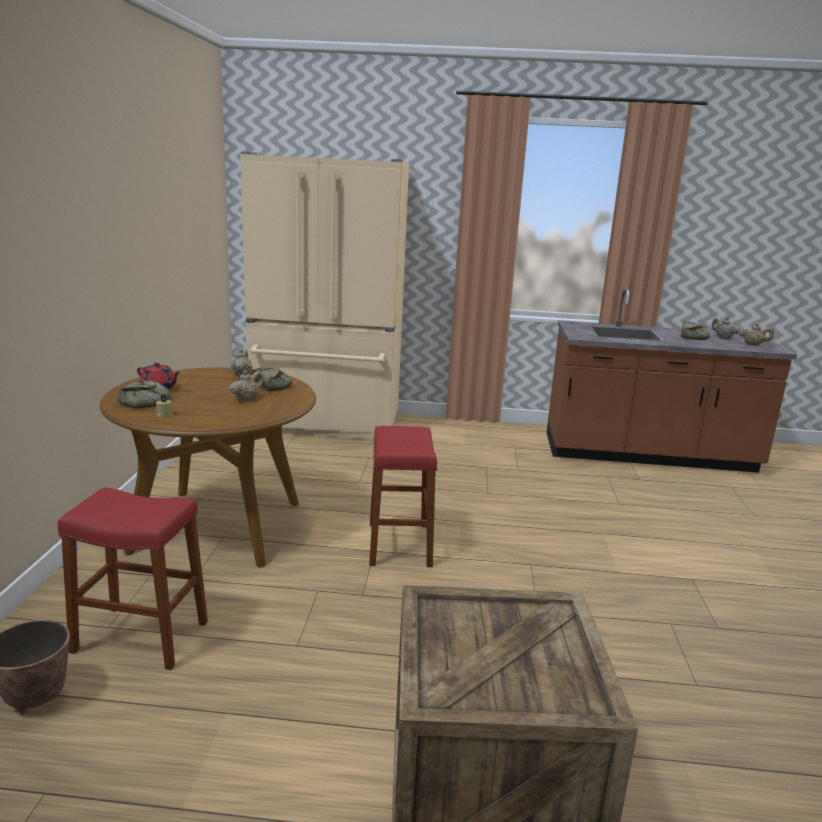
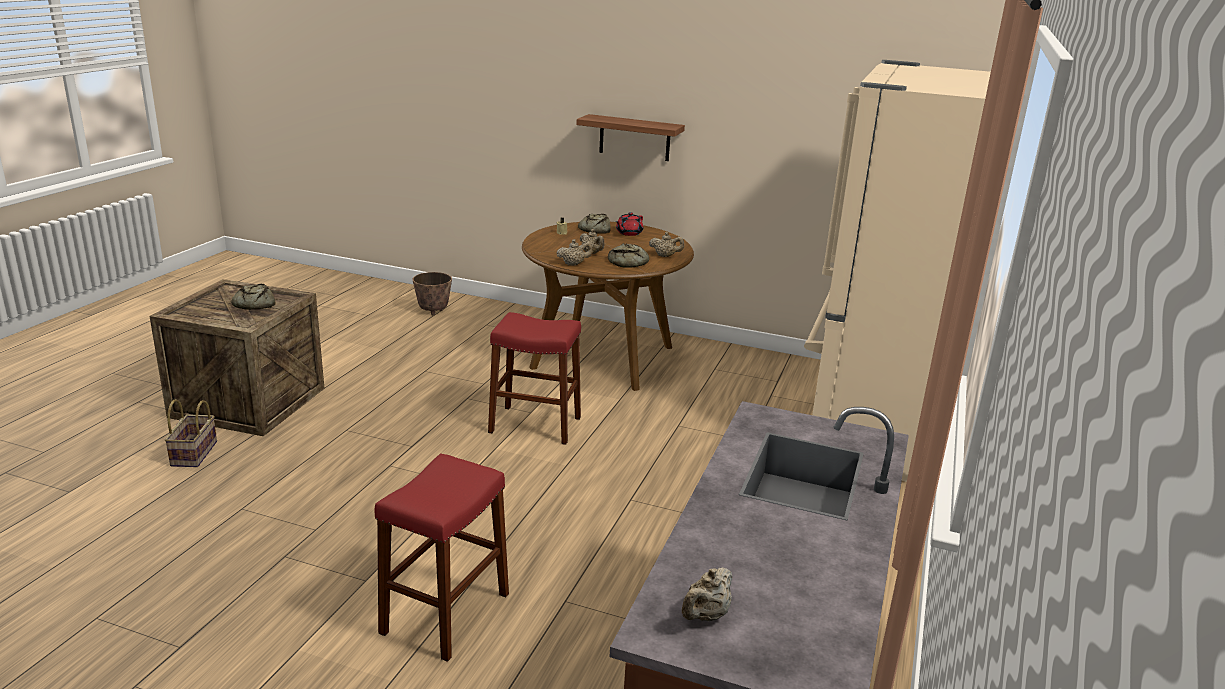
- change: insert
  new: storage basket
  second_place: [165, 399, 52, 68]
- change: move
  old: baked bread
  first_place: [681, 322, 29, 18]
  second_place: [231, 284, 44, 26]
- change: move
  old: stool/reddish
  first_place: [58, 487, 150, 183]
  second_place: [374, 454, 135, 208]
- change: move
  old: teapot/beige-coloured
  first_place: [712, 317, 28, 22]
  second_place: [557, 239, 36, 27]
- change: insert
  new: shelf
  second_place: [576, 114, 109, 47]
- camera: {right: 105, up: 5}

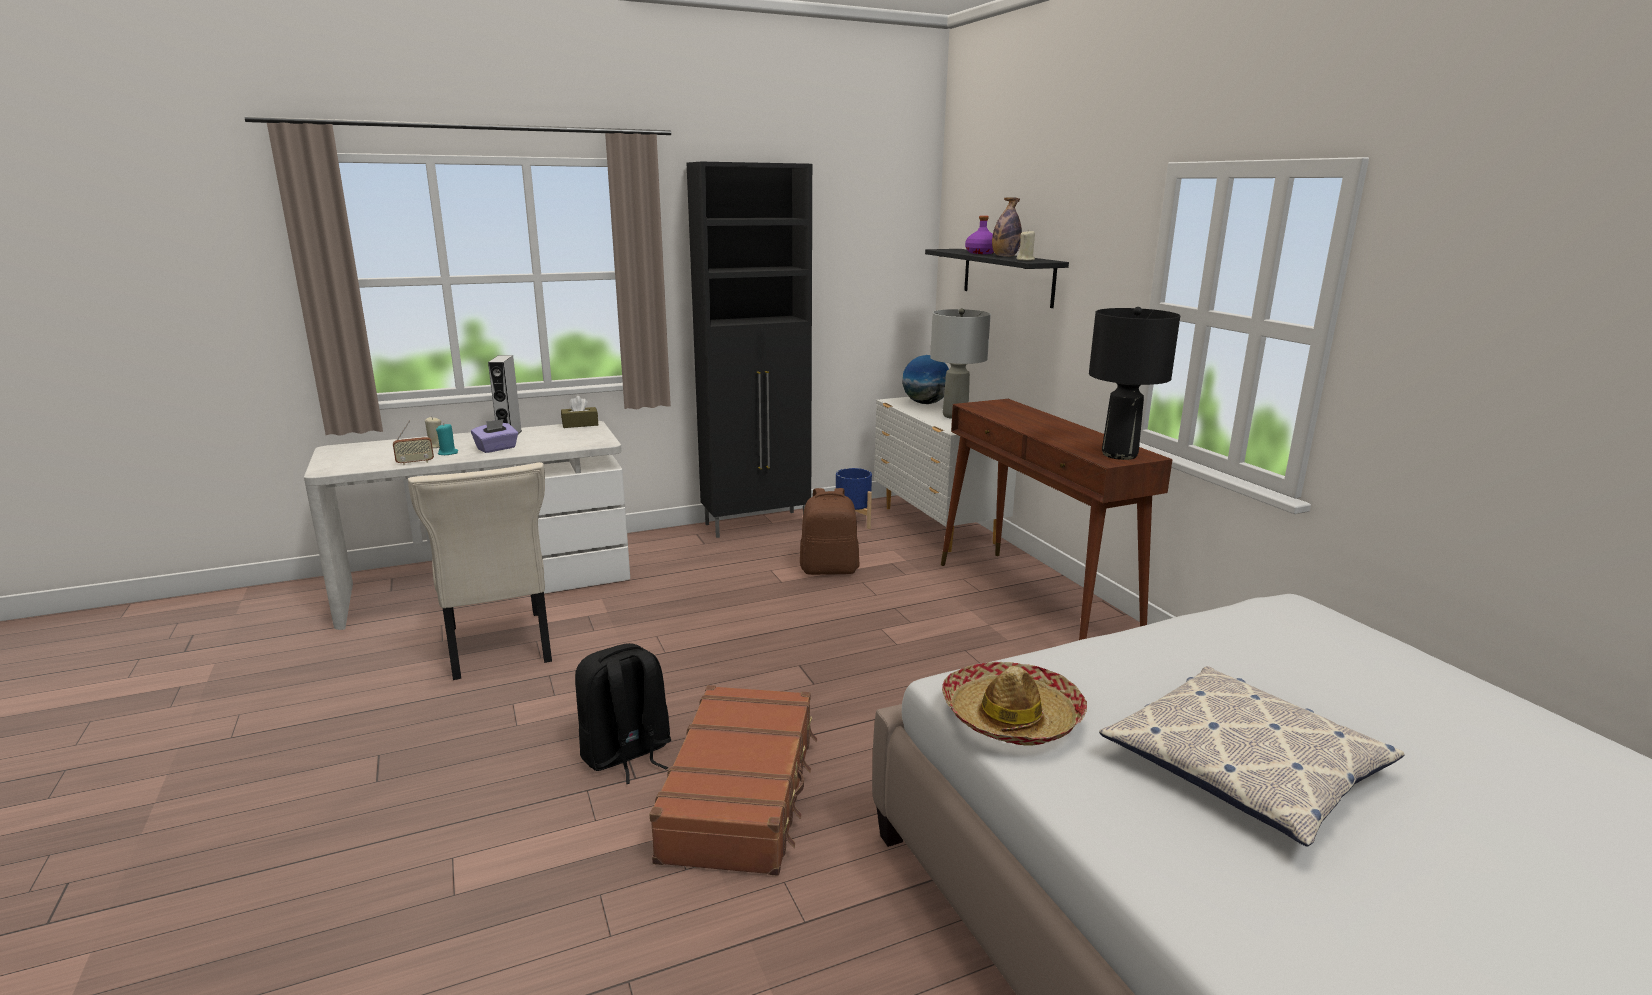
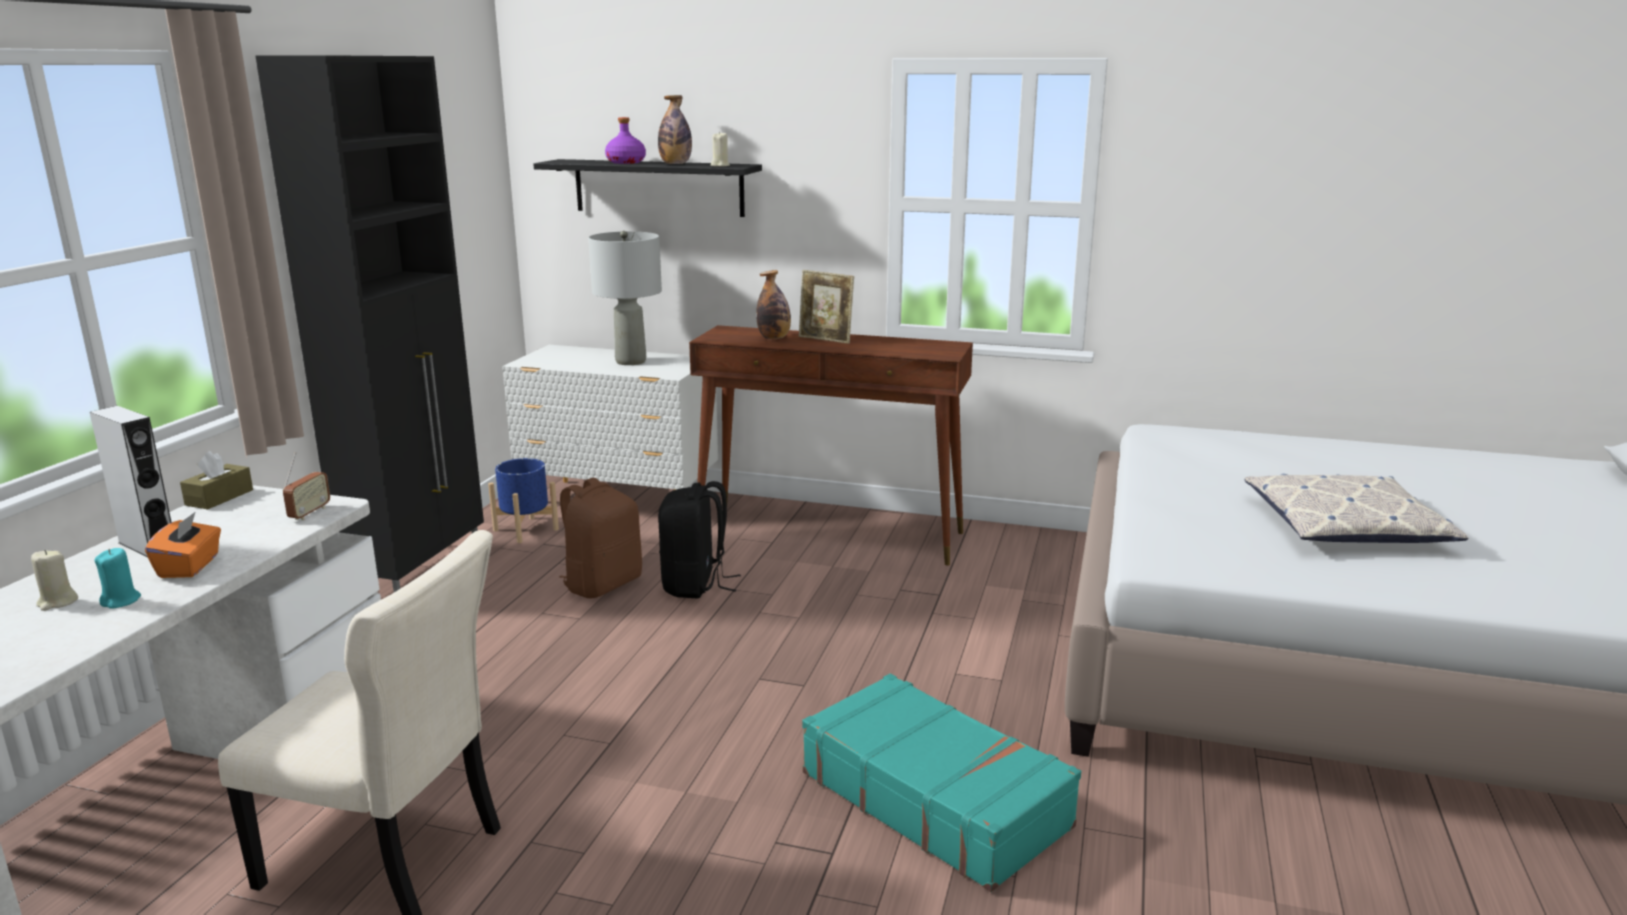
- change: recolor
  old: tissue box/purple
  new: tissue box/orange-coloured
  first_place: [471, 419, 47, 34]
  second_place: [145, 512, 76, 66]
- change: move
  old: radio set
  first_place: [393, 420, 41, 45]
  second_place: [283, 452, 47, 68]
- change: move
  old: rucksack/black
  first_place: [575, 643, 96, 141]
  second_place: [658, 481, 83, 117]
- change: insert
  new: bottle
  second_place: [756, 270, 35, 69]
- change: insert
  new: standing frame
  second_place: [799, 270, 55, 74]
- change: recolor
  old: suitcase/brown-coloured
  new: suitcase/turquoise-coloured
  first_place: [649, 685, 168, 191]
  second_place: [802, 674, 279, 218]
- change: delete
  old: globe
  first_place: [902, 355, 47, 49]
- change: delete
  old: wearable hat
  first_place: [942, 662, 145, 84]
- change: delete
  old: tabletop lamp/black
  first_place: [1089, 307, 91, 153]
- camera: {right: -50, up: 0}

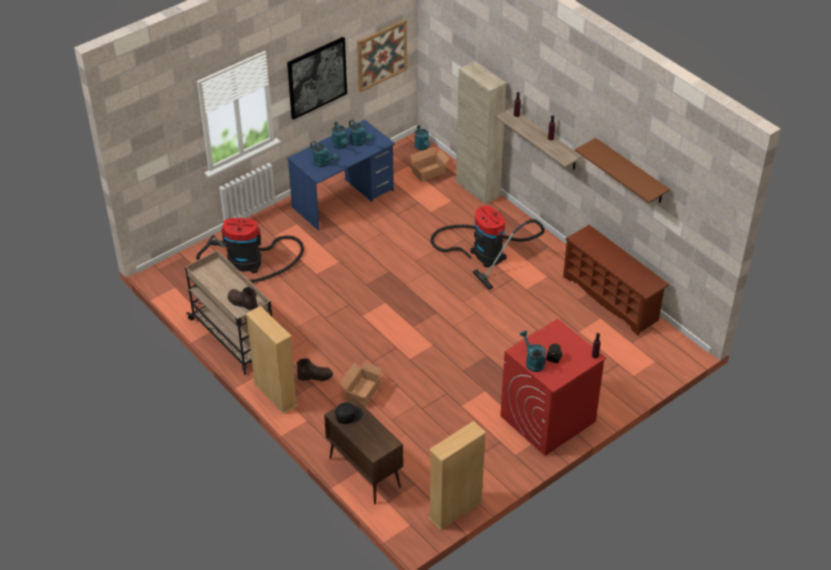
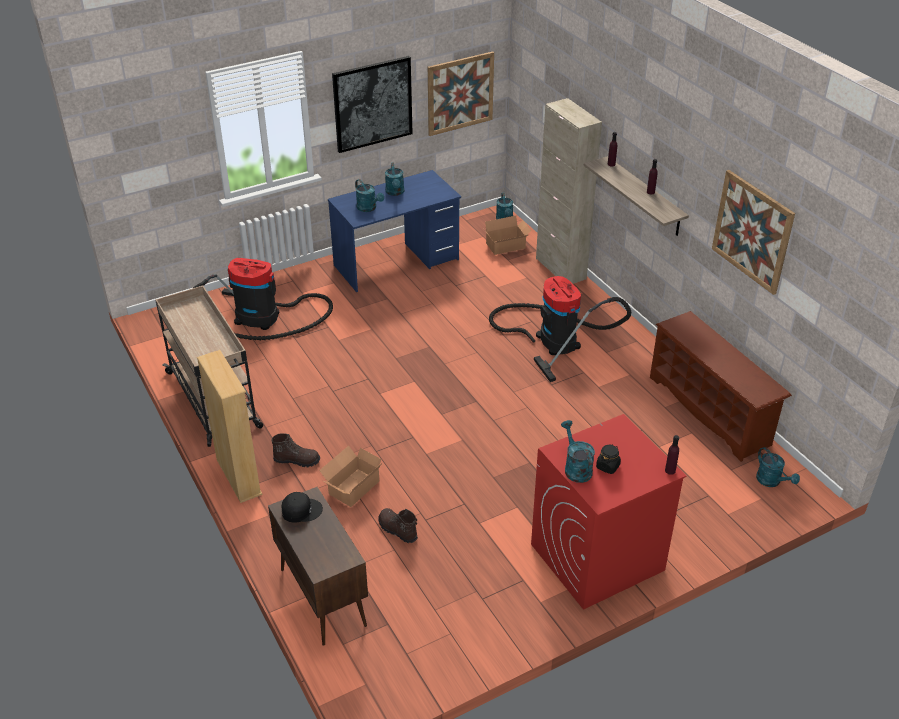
- change: move
  old: boot/brown-coloured
  first_place: [228, 287, 30, 23]
  second_place: [378, 508, 40, 35]
- change: replace
  old: shelf/brown-coloured
  new: wall art
  first_place: [575, 138, 95, 65]
  second_place: [712, 170, 83, 125]
- change: move
  old: watering pot/turquoise-coloured
  first_place: [349, 120, 24, 26]
  second_place: [756, 447, 44, 40]
- change: delete
  old: bookcase/beige-coloured
  first_place: [428, 421, 58, 109]
- camera: {right: 10, up: -5}

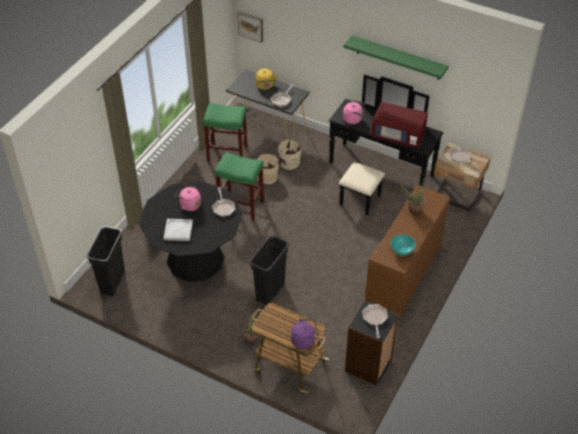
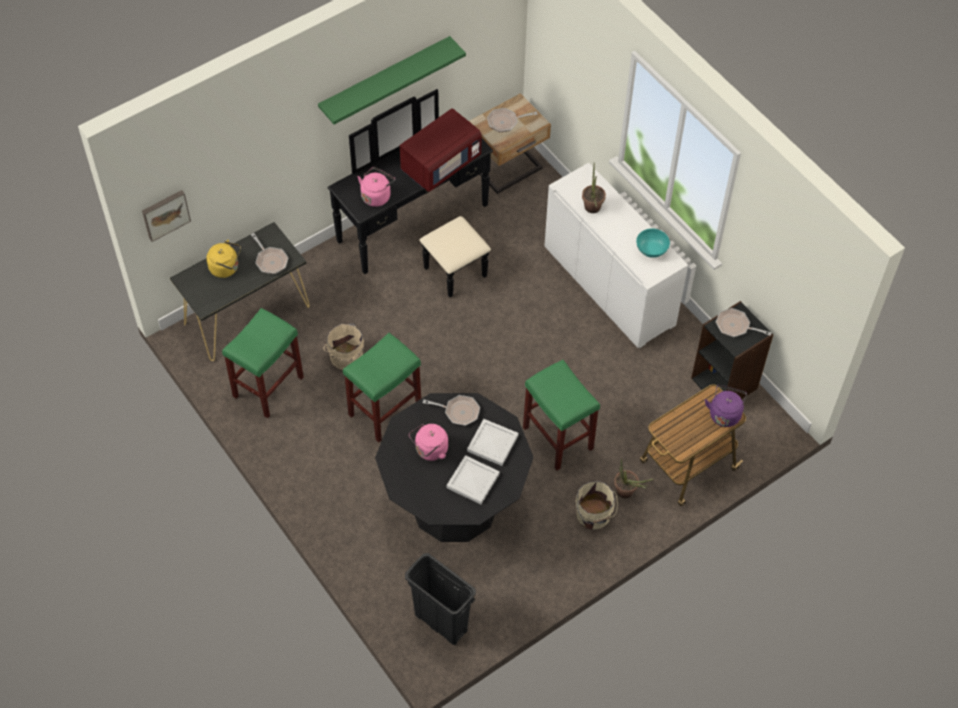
- change: insert
  new: carrying tray/white
  second_place: [467, 419, 52, 47]
- change: replace
  old: trash can/black
  new: stool/green-coloured
  first_place: [249, 235, 41, 70]
  second_place: [523, 360, 77, 110]
- change: recolor
  old: storage cabinet/brown-coloured
  new: storage cabinet/white
  first_place: [365, 185, 85, 136]
  second_place: [544, 163, 144, 185]
- change: move
  old: water bucket/beige-coloured
  first_place: [276, 139, 25, 31]
  second_place: [575, 481, 43, 49]
- camera: {right: -65, up: 10}

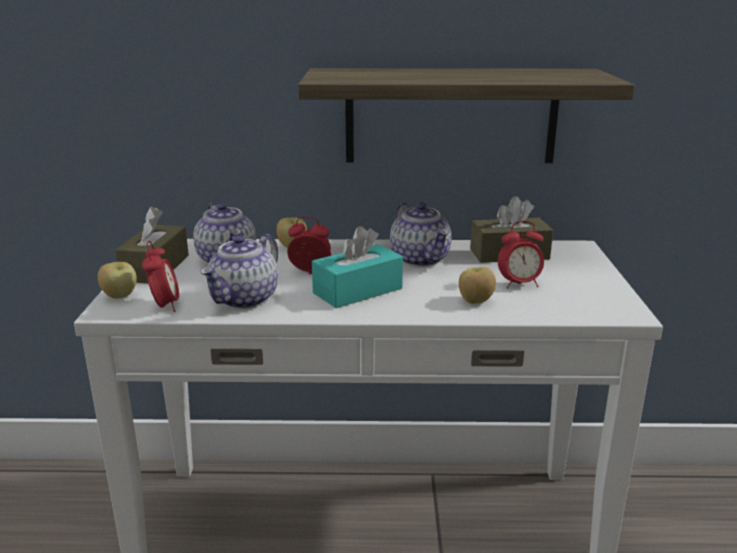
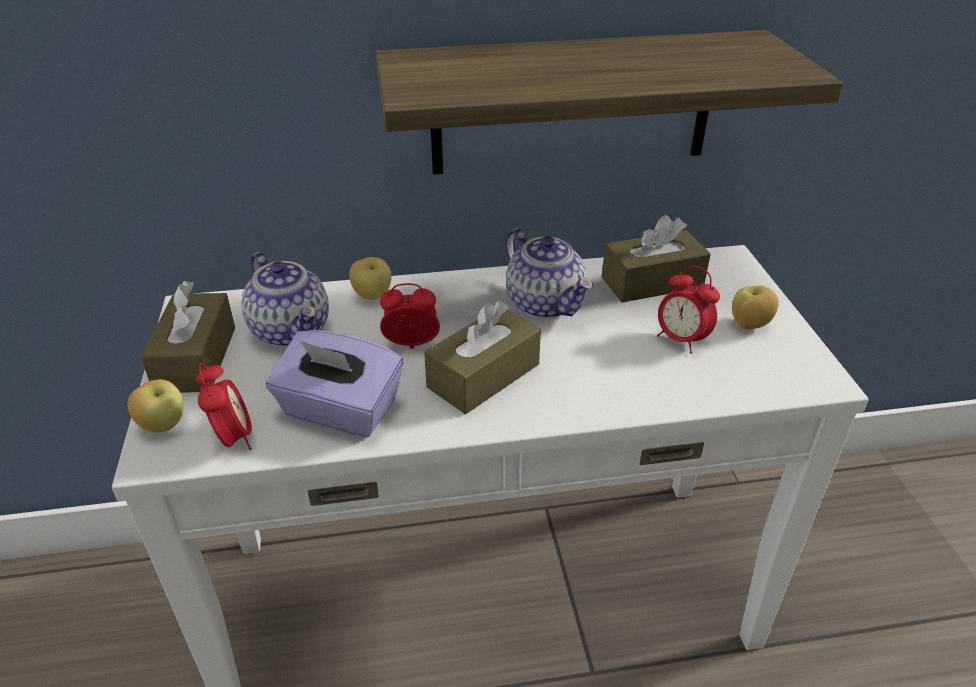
- change: replace
  old: teapot
  new: tissue box/purple
  first_place: [200, 234, 78, 75]
  second_place: [265, 330, 138, 107]
- change: recolor
  old: tissue box/turquoise-coloured
  new: tissue box/brown-coloured
  first_place: [312, 226, 91, 82]
  second_place: [424, 301, 117, 113]
- change: rotate
  old: bedside clock
  first_place: [498, 221, 46, 67]
  second_place: [657, 265, 63, 89]
  degrees: 60
- change: move
  old: apple
  first_place: [459, 267, 37, 37]
  second_place: [732, 285, 47, 44]
- camera: {right: -10, up: 15}

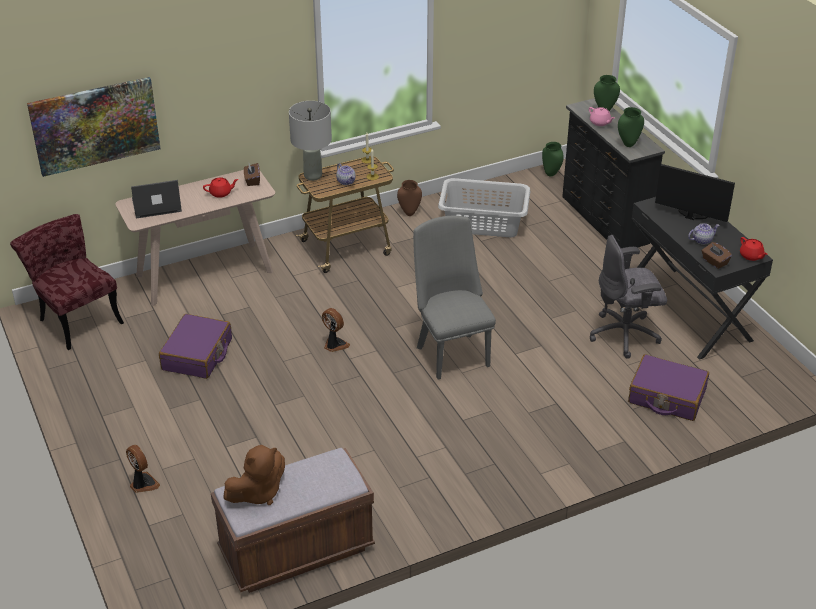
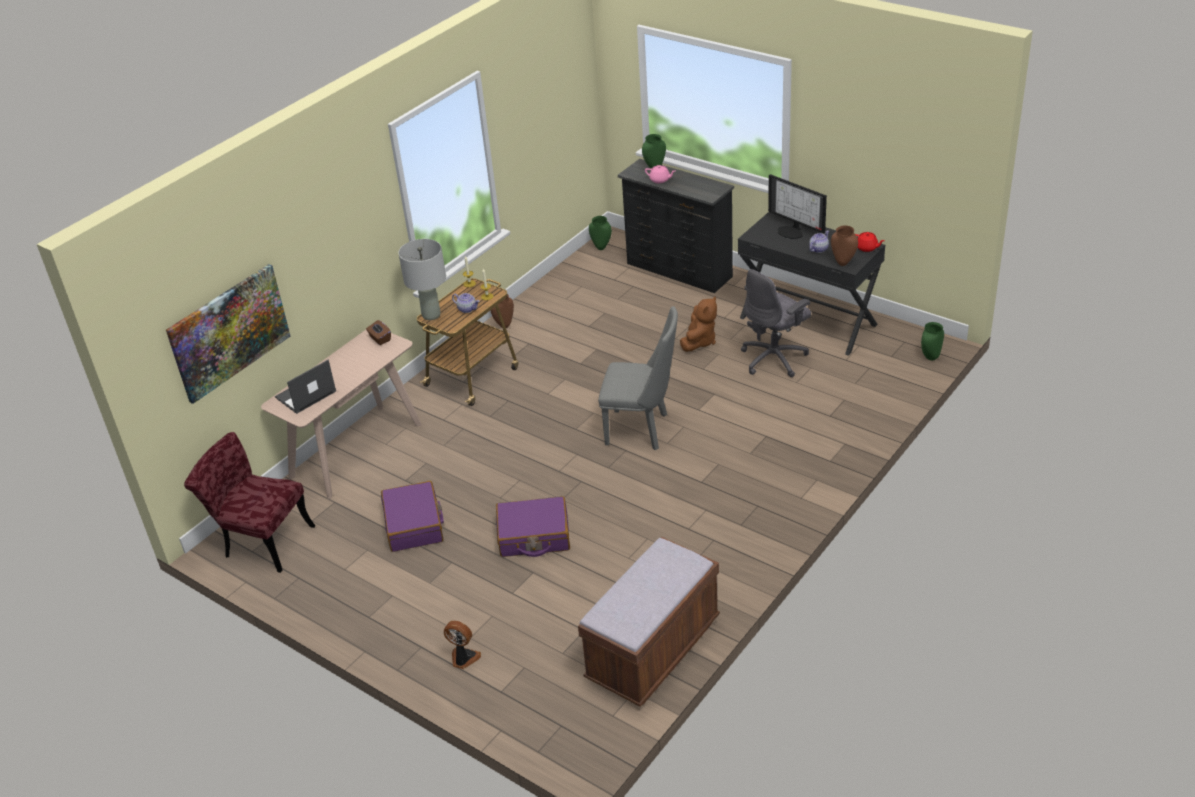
- change: move
  old: suitcase/purple
  first_place: [628, 354, 81, 67]
  second_place: [496, 496, 74, 61]
- change: rotate
  old: upright chair/grey
  first_place: [413, 216, 83, 164]
  second_place: [598, 306, 80, 144]
  degrees: 150
- change: move
  old: soft toy/brown-coloured
  first_place: [223, 445, 62, 60]
  second_place: [680, 296, 37, 56]
- change: rotate
  old: monitor
  first_place: [655, 164, 80, 58]
  second_place: [768, 174, 59, 65]
  degrees: -135
- change: replace
  old: tissue box/brown-coloured
  new: decorative vase/brown-coloured
  first_place: [702, 242, 30, 27]
  second_place: [831, 226, 27, 40]
- change: move
  old: decorative vase/green-coloured
  first_place: [618, 107, 26, 40]
  second_place: [921, 322, 23, 38]
- change: delete
  old: teapot/reddish
  first_place: [203, 177, 35, 21]
- change: delete
  old: cooling fan
  first_place: [322, 308, 28, 44]
- change: delete
  old: washing basket/grey
  first_place: [438, 178, 92, 59]
- camera: {right: -25, up: 0}

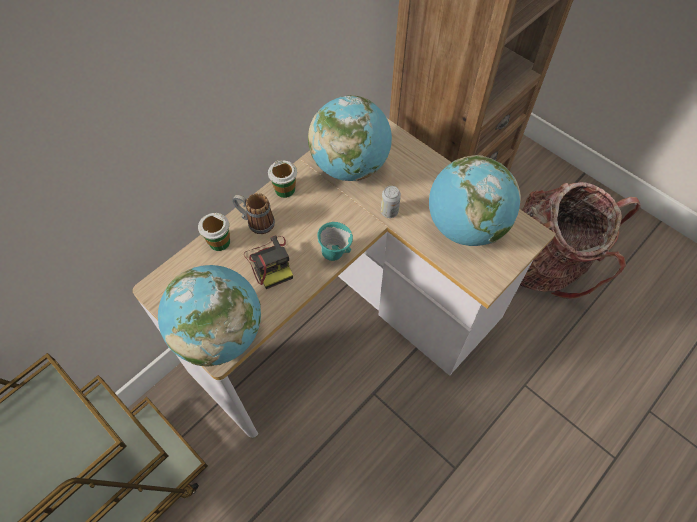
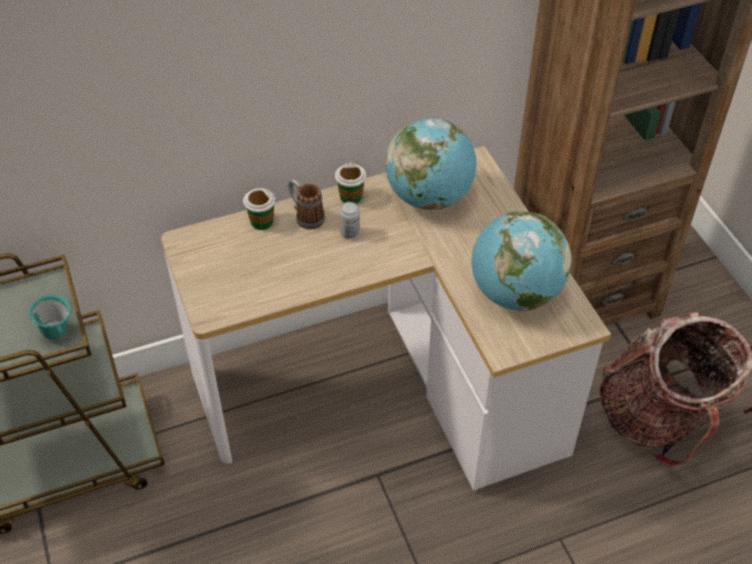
- change: move
  old: tea mug/turquoise-coloured
  first_place: [317, 222, 36, 39]
  second_place: [29, 294, 42, 45]
- change: move
  old: metal can
  first_place: [381, 186, 20, 32]
  second_place: [339, 202, 21, 37]
- change: delete
  old: globe
  first_place: [158, 265, 103, 102]
- change: delete
  old: photo camera
  first_place: [244, 235, 49, 54]
- camera: {right: 25, up: -10}

